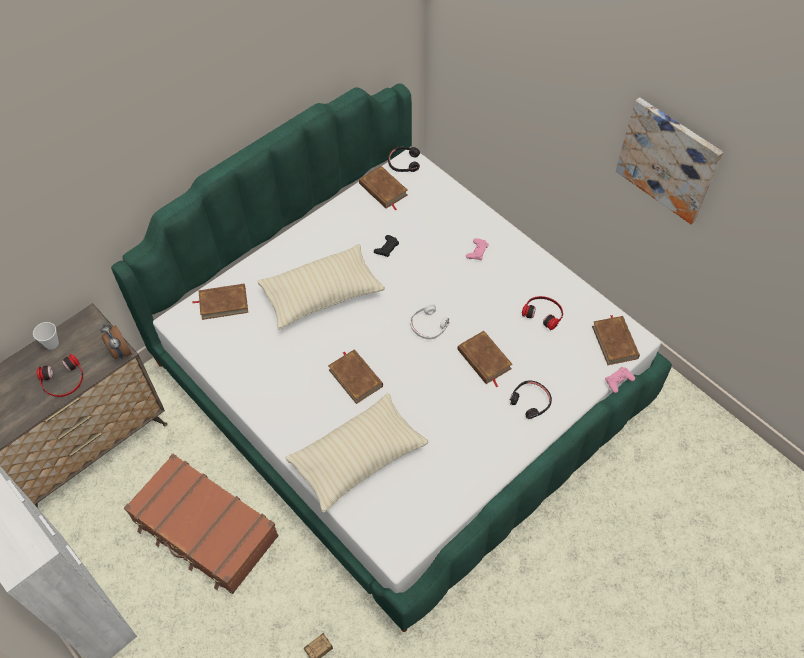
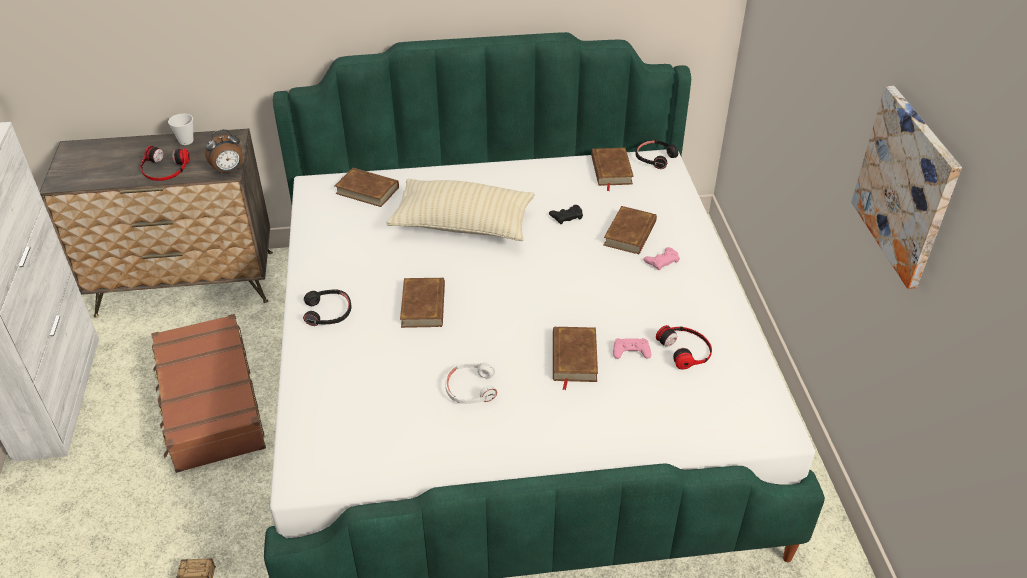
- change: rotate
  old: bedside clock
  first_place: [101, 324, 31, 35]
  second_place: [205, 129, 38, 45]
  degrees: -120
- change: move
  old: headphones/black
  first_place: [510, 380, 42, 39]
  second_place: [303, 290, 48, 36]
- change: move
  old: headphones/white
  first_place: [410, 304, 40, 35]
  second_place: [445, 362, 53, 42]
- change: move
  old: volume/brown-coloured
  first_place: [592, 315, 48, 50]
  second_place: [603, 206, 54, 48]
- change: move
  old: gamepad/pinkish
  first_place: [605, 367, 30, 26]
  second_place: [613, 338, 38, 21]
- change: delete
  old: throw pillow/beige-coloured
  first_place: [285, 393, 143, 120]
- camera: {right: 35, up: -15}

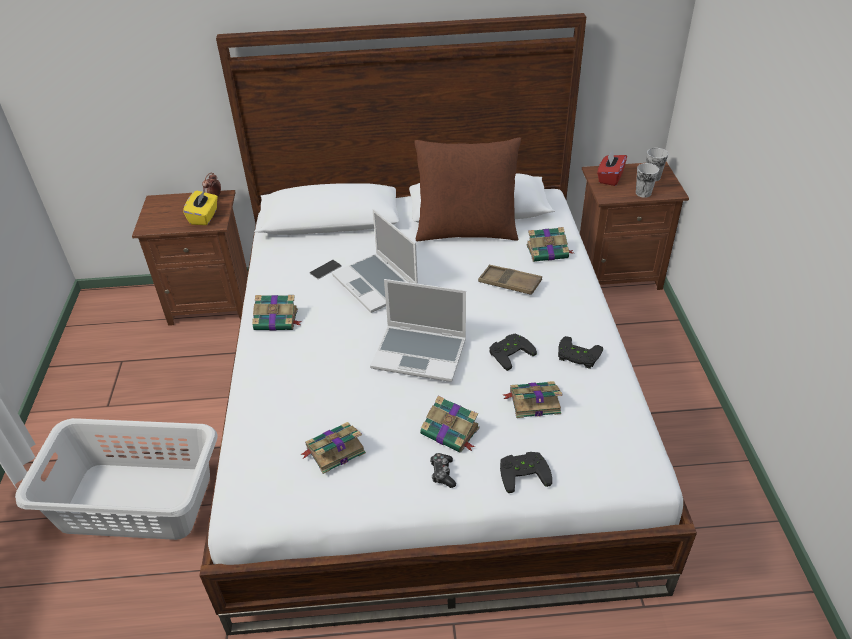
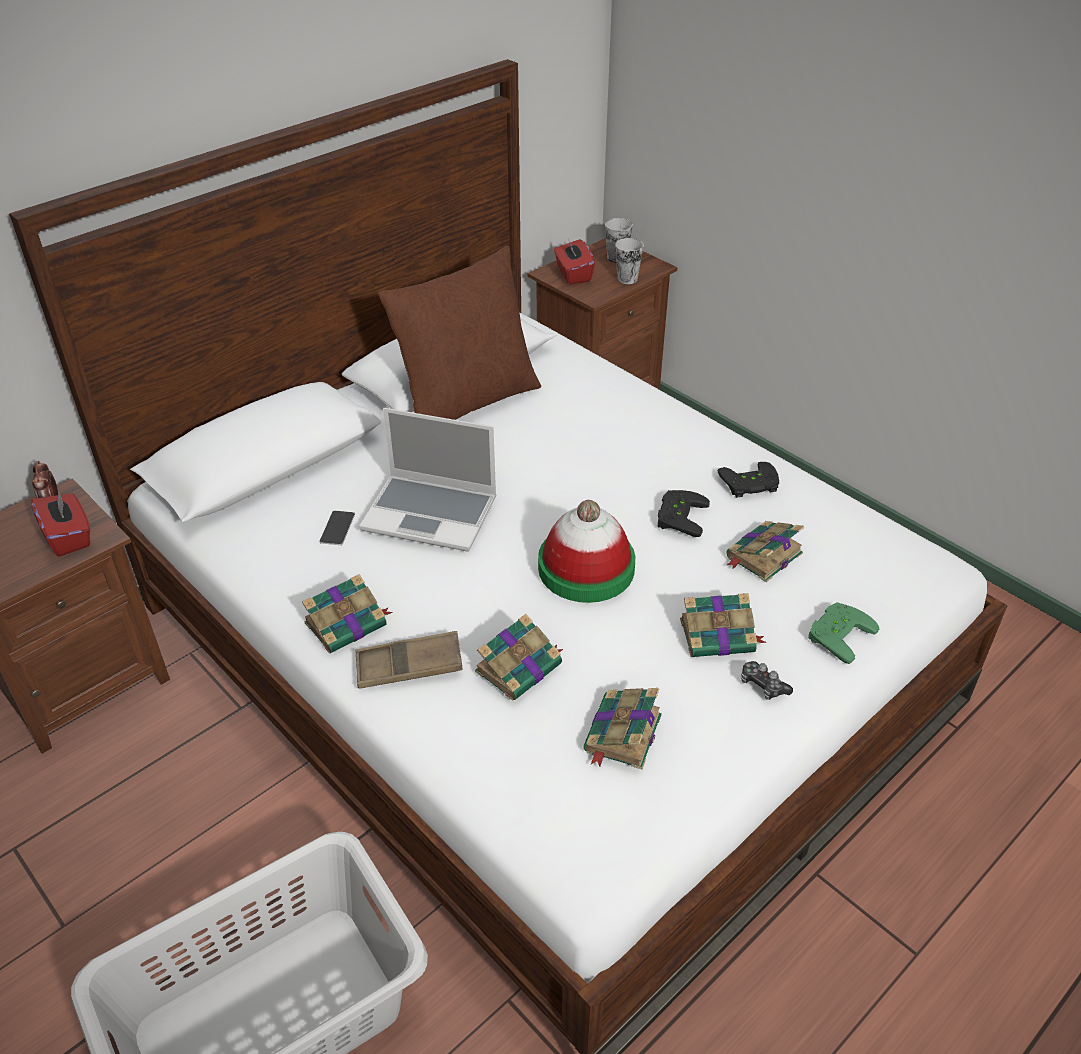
- change: recolor
  old: tissue box/yellow
  new: tissue box/reddish
  first_place: [183, 189, 35, 36]
  second_place: [31, 490, 59, 67]
- change: move
  old: carrying tray/brown-coloured
  first_place: [478, 265, 64, 30]
  second_place: [355, 631, 108, 58]
- change: move
  old: volume
  first_place: [526, 227, 47, 35]
  second_place: [475, 614, 88, 87]
- change: replace
  old: laptop
  new: wearable hat
  first_place: [370, 279, 96, 103]
  second_place: [538, 500, 97, 103]
- change: recolor
  old: gamepad/black
  new: gamepad/green-coloured
  first_place: [500, 452, 52, 41]
  second_place: [808, 602, 71, 62]
- camera: {right: -40, up: 0}

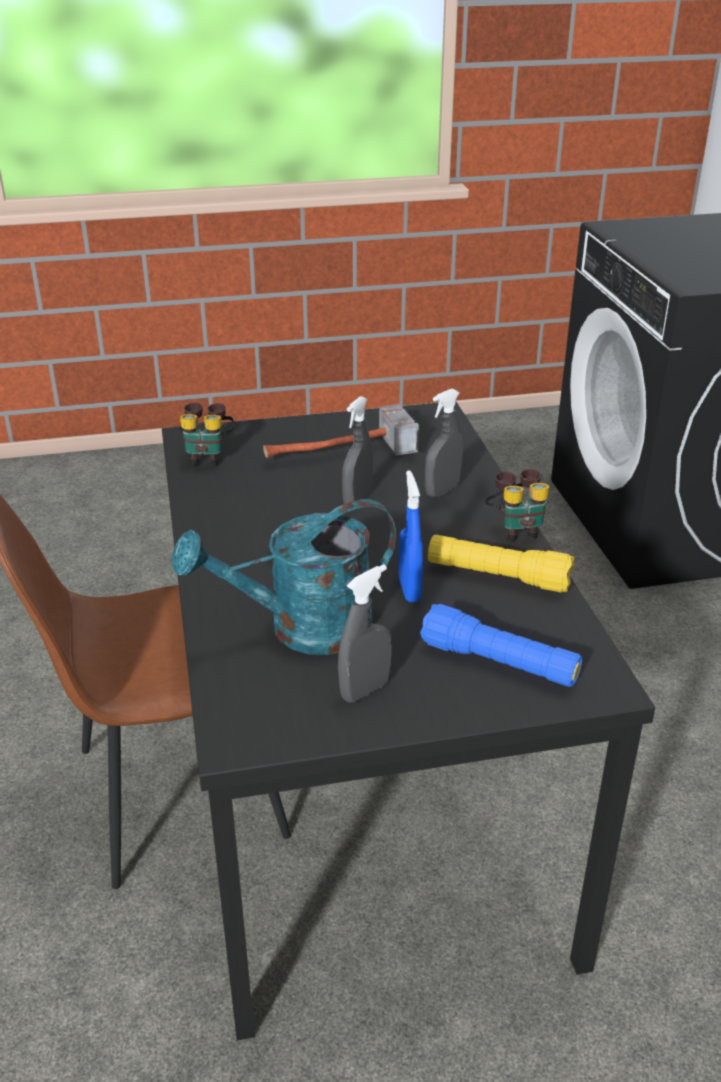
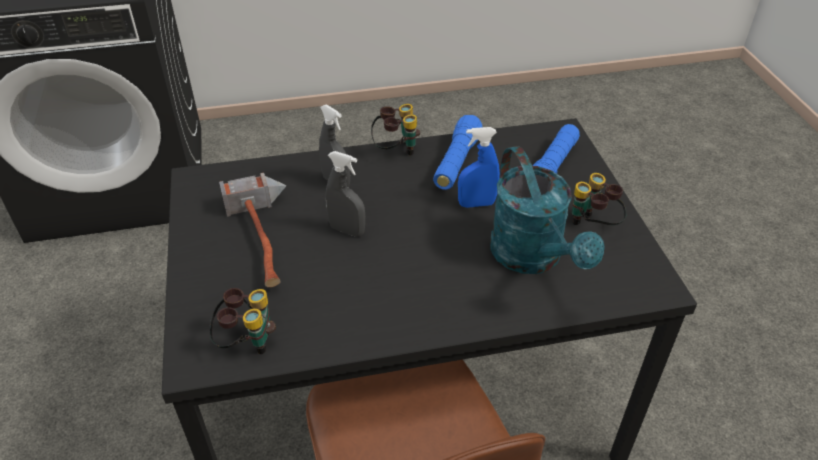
- change: recolor
  old: flashlight/yellow
  new: flashlight/blue-coloured
  first_place: [428, 535, 147, 57]
  second_place: [433, 115, 50, 75]
- change: replace
  old: hand sprayer/grey
  new: binoculars
  first_place: [338, 564, 54, 138]
  second_place: [572, 173, 54, 52]
- camera: {right: -90, up: 10}

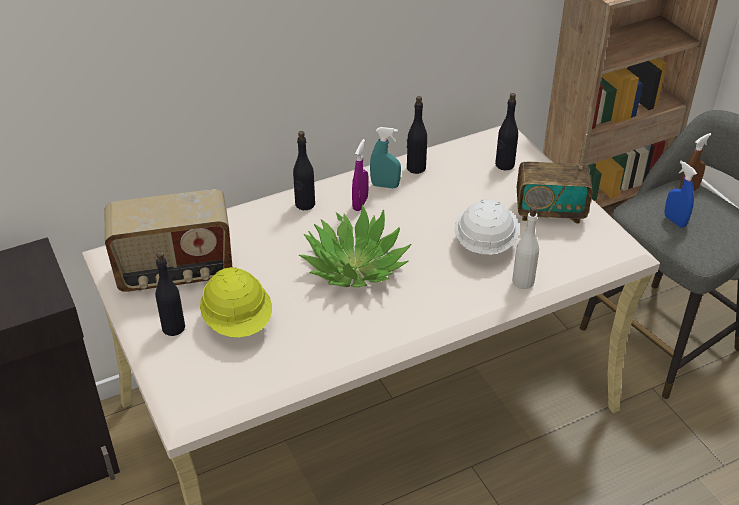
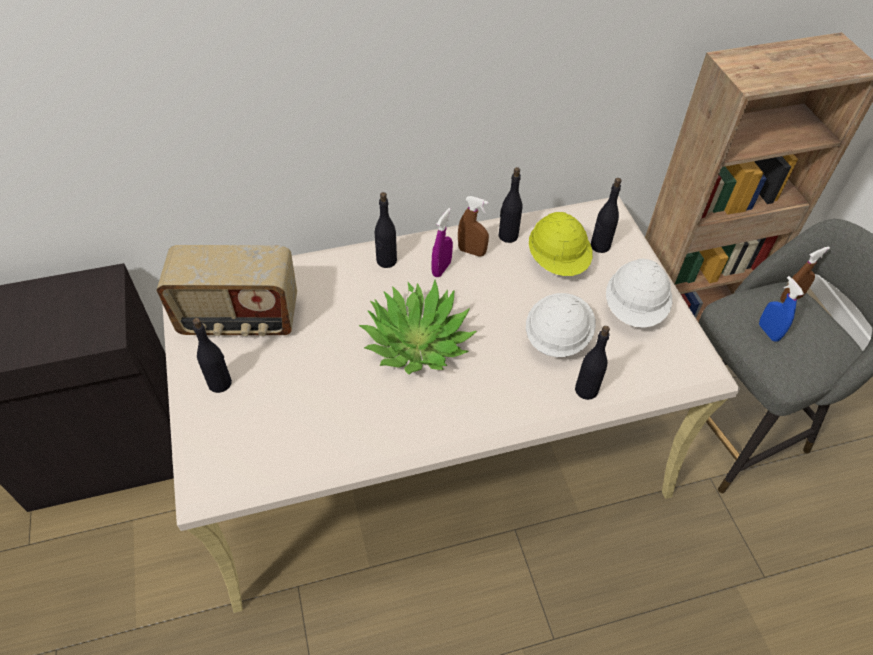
- change: recolor
  old: hand sprayer/turquoise-coloured
  new: hand sprayer/brown-coloured
  first_place: [370, 127, 31, 61]
  second_place: [458, 196, 31, 61]
- change: move
  old: hard hat/yellow
  first_place: [200, 267, 72, 70]
  second_place: [529, 212, 64, 64]
- change: recolor
  old: bottle/white
  new: bottle/black
  first_place: [512, 206, 27, 83]
  second_place: [575, 326, 35, 74]
- change: replace
  old: radio set
  new: hard hat/white
  first_place: [517, 134, 75, 90]
  second_place: [606, 259, 66, 69]
- camera: {right: 10, up: 10}

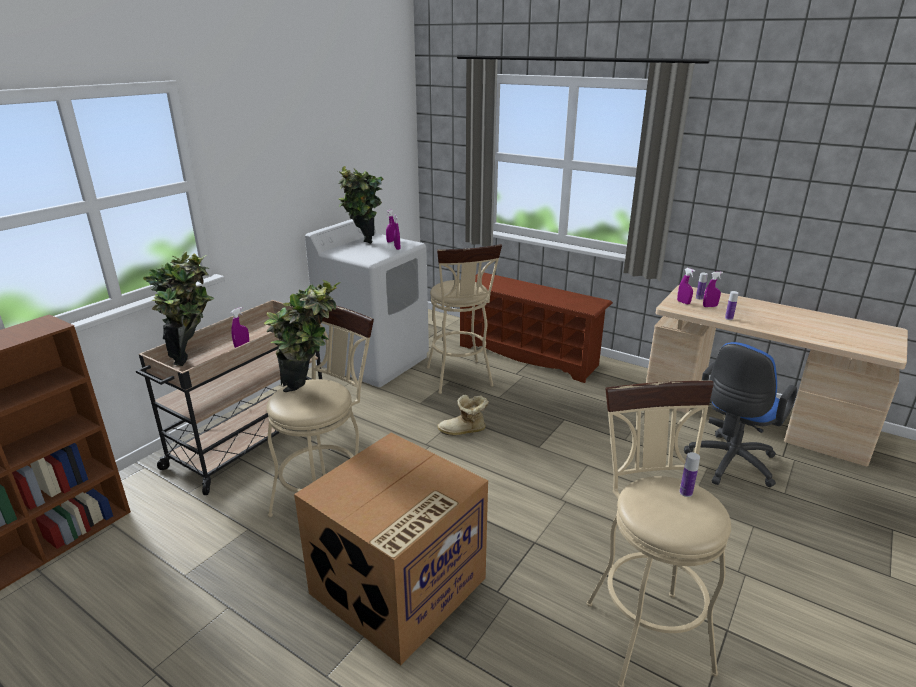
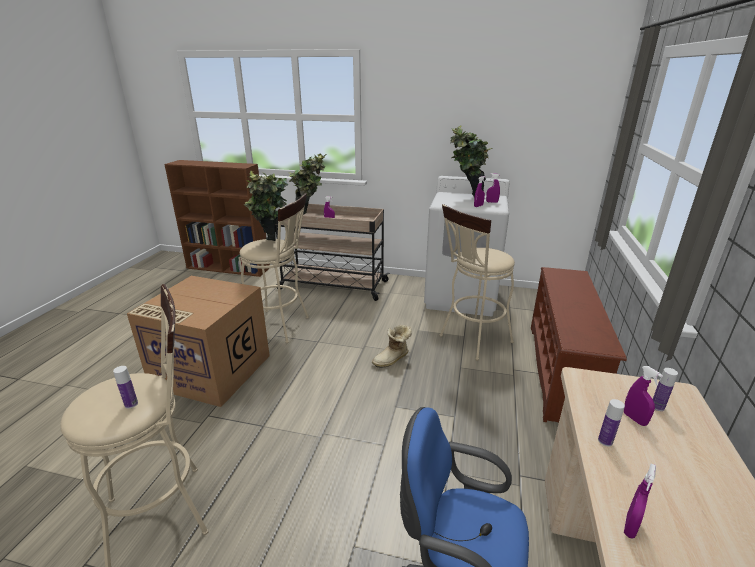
- change: rotate
  old: boot
  first_place: [437, 395, 52, 41]
  second_place: [372, 324, 40, 44]
  degrees: -105
- change: move
  old: hand sprayer/purple
  first_place: [677, 268, 18, 36]
  second_place: [624, 463, 32, 76]
- camera: {right: 70, up: 0}

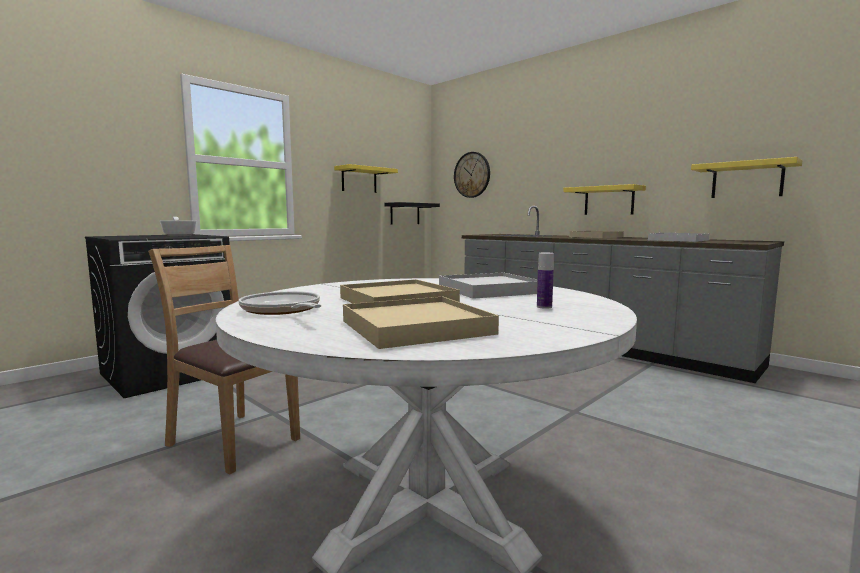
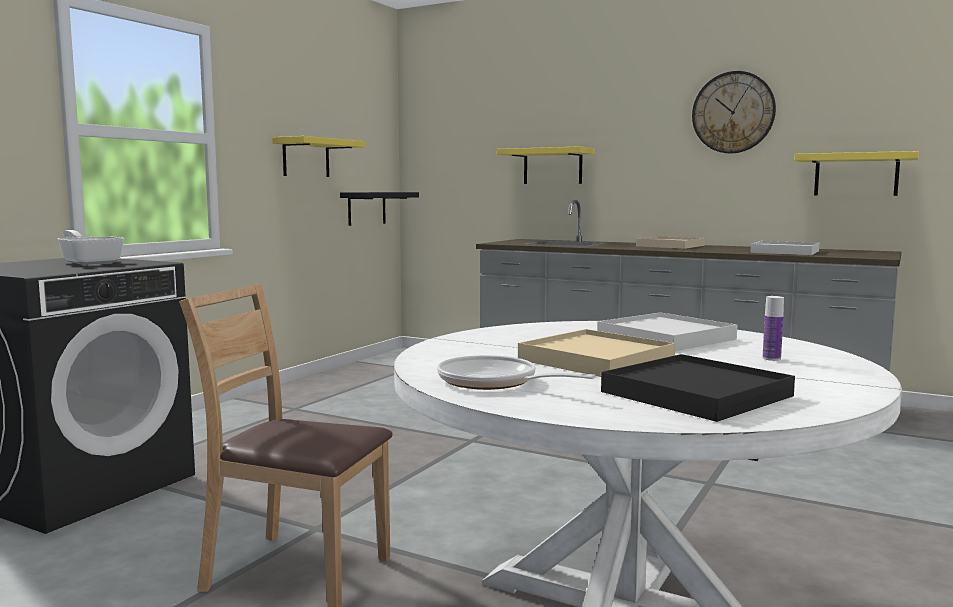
- change: move
  old: shelf/yellow
  first_place: [563, 184, 83, 31]
  second_place: [497, 146, 98, 38]
- change: recolor
  old: carrying tray/beige-coloured
  new: carrying tray/black
  first_place: [343, 297, 156, 52]
  second_place: [601, 354, 194, 68]
- change: move
  old: wall clock
  first_place: [454, 152, 36, 46]
  second_place: [692, 71, 84, 83]
- camera: {right: -15, up: 0}

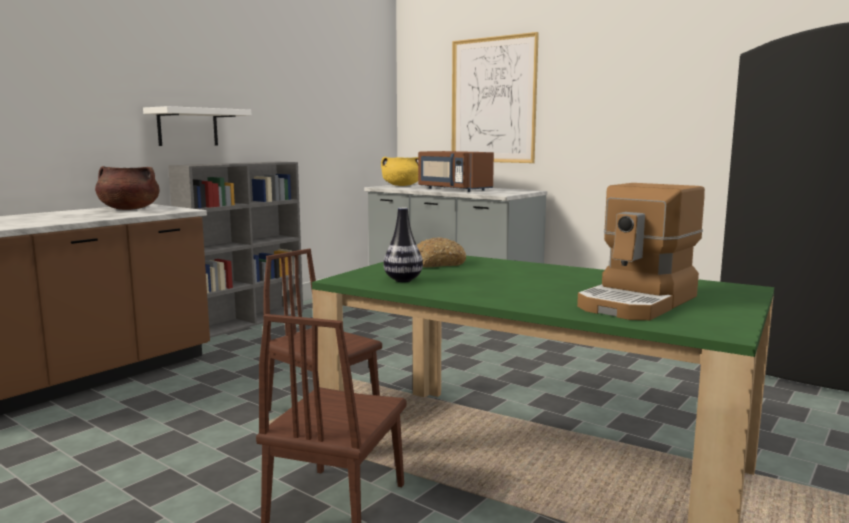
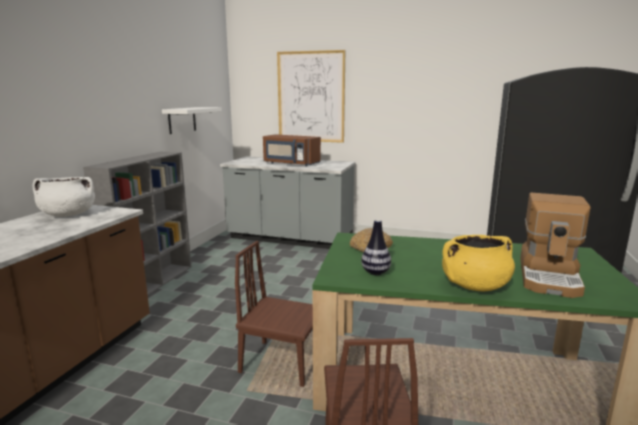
- change: recolor
  old: stockpot/brown-coloured
  new: stockpot/white
  first_place: [95, 166, 64, 44]
  second_place: [33, 177, 62, 40]
- change: move
  old: shelf/white
  first_place: [143, 106, 108, 40]
  second_place: [162, 107, 60, 27]
- change: move
  old: stockpot/yellow
  first_place: [381, 157, 37, 29]
  second_place: [442, 235, 73, 56]
- camera: {right: -20, up: 5}

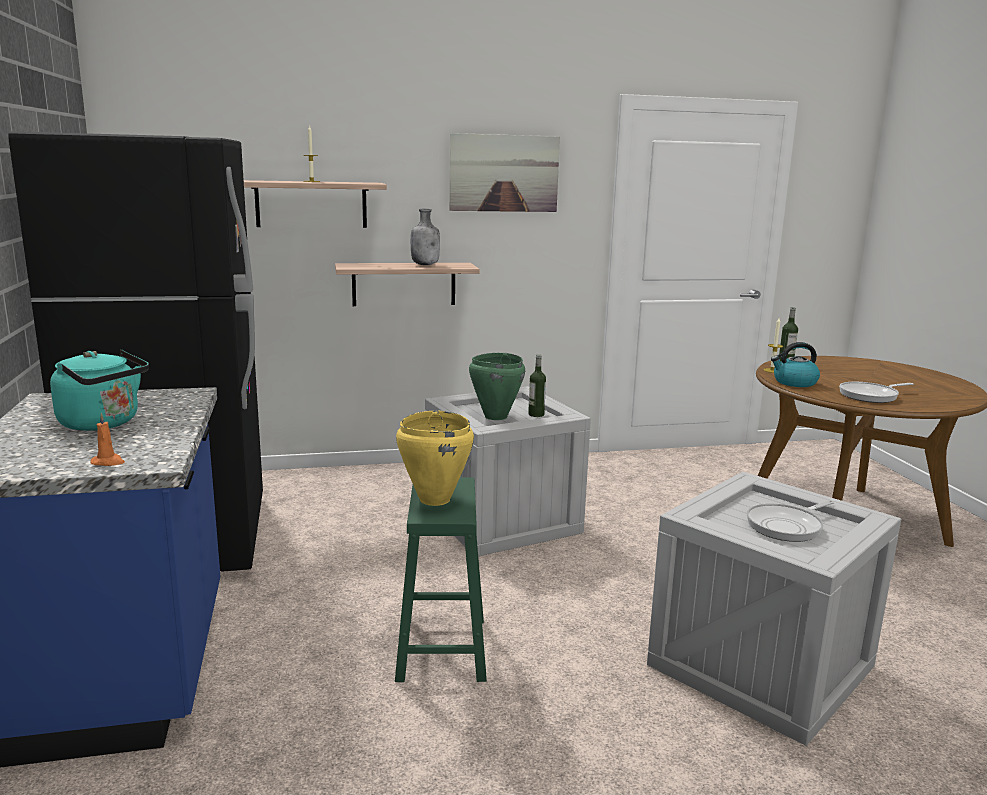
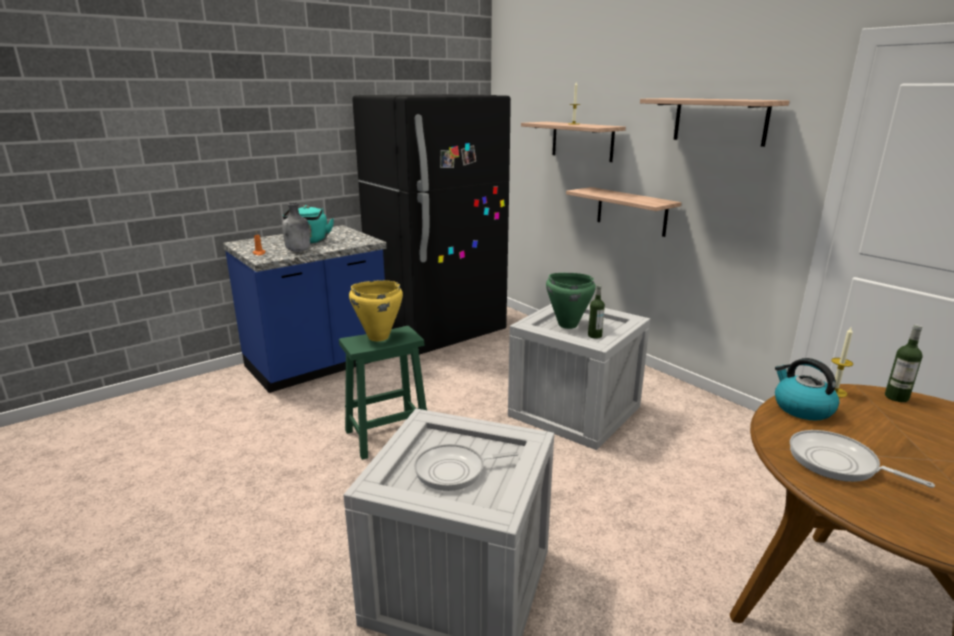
- change: move
  old: bottle/grey
  first_place: [411, 209, 29, 56]
  second_place: [282, 202, 28, 50]
- change: rotate
  old: skillet
  first_place: [747, 500, 88, 42]
  second_place: [414, 444, 105, 47]
  degrees: -45
- change: replace
  old: wall art
  new: shelf
  first_place: [449, 133, 111, 79]
  second_place: [640, 98, 149, 49]
- camera: {right: 65, up: 5}

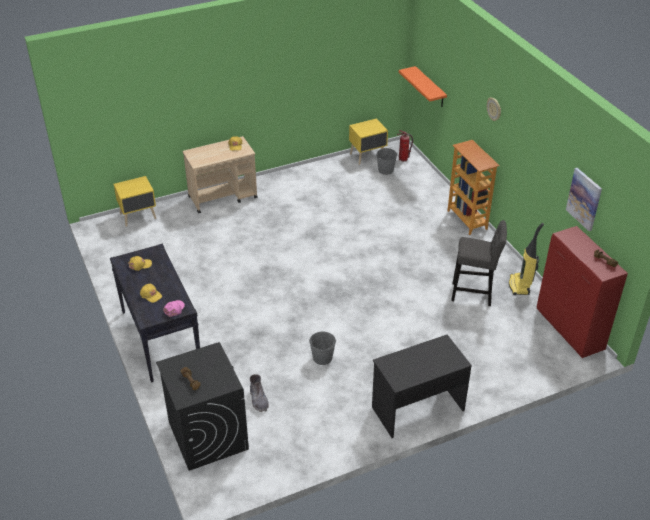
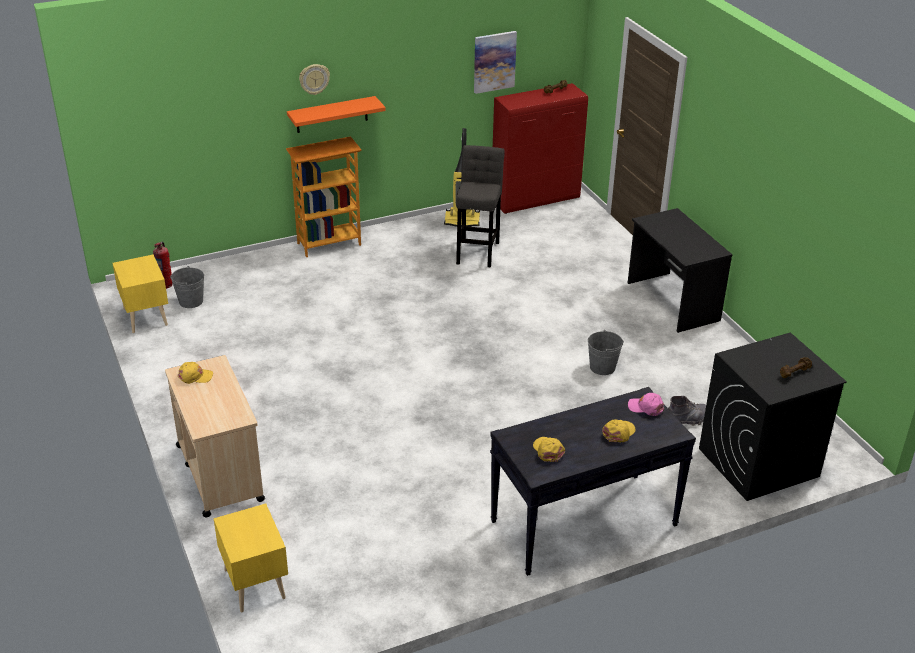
- change: move
  old: shelf/orange-coloured
  first_place: [399, 66, 48, 41]
  second_place: [287, 96, 99, 37]
- camera: {right: -90, up: -5}

